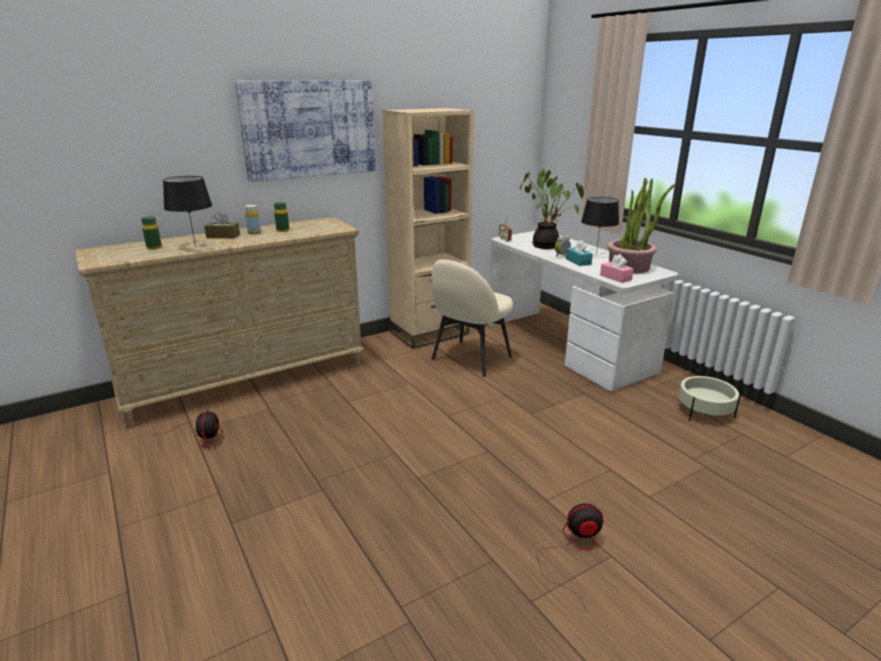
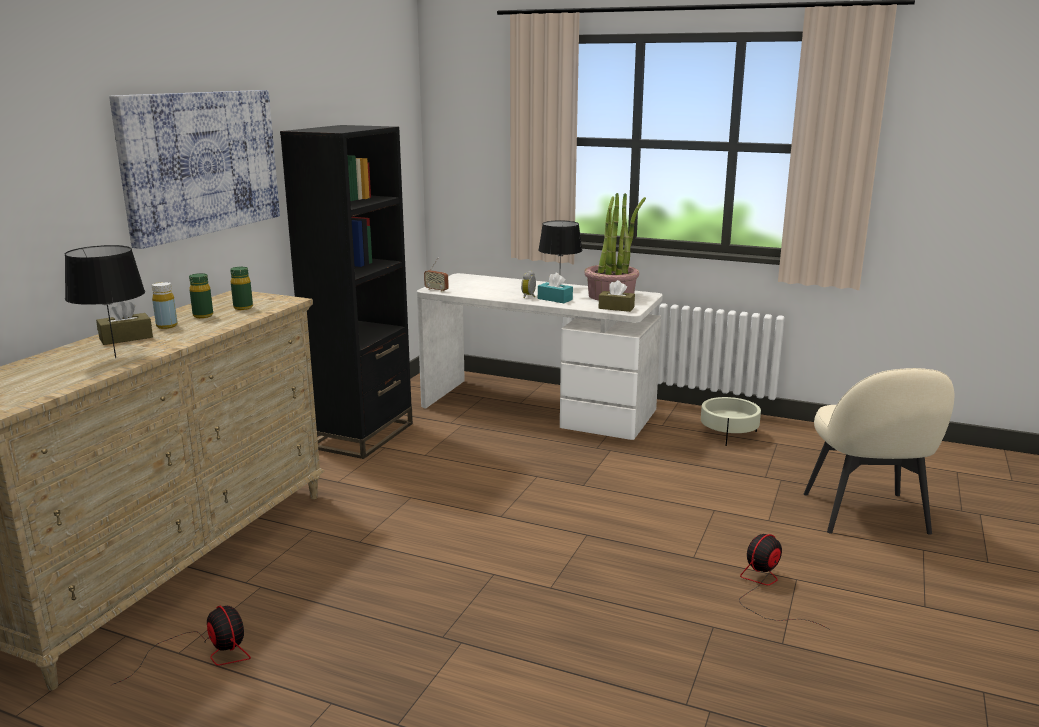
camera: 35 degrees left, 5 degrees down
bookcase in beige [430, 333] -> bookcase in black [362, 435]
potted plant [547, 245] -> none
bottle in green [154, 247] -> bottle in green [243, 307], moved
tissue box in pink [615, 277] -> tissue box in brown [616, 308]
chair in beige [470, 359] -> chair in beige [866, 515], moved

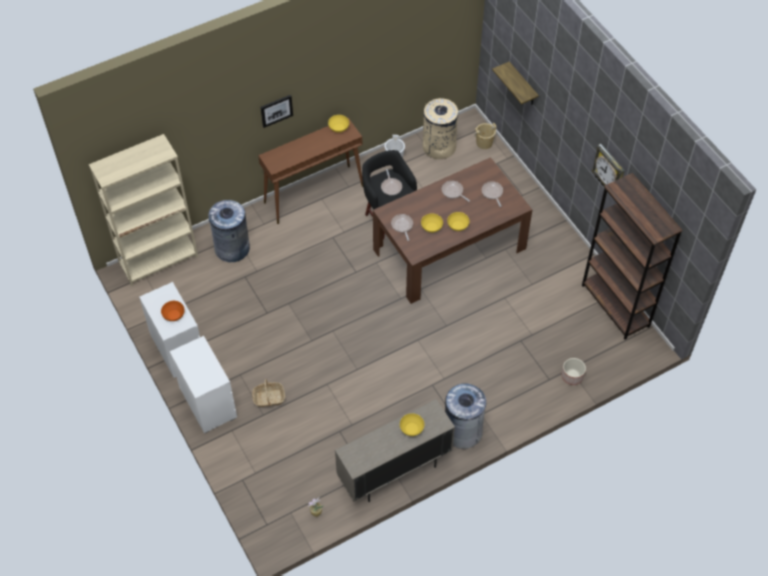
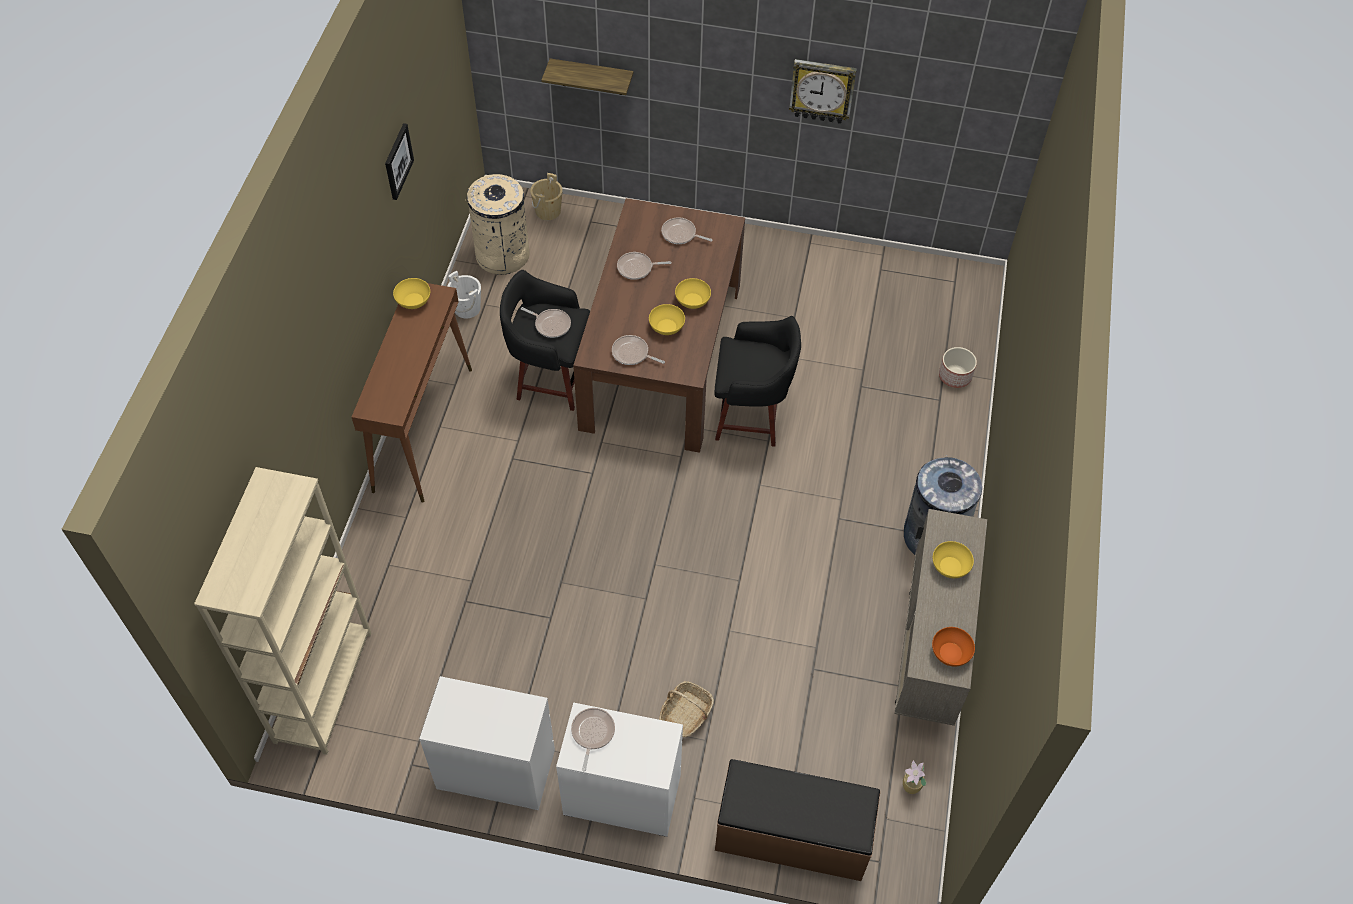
camera: 50 degrees left, 0 degrees up
picture [276, 110] -> picture [397, 161], moved
bookcase in brown [615, 306] -> none
trash can in grey [232, 248] -> none
bowl in orange [173, 315] -> bowl in orange [950, 653], moved
none -> stool in black [751, 418]
none -> frying pan [592, 733]
none -> bench in brown [792, 835]

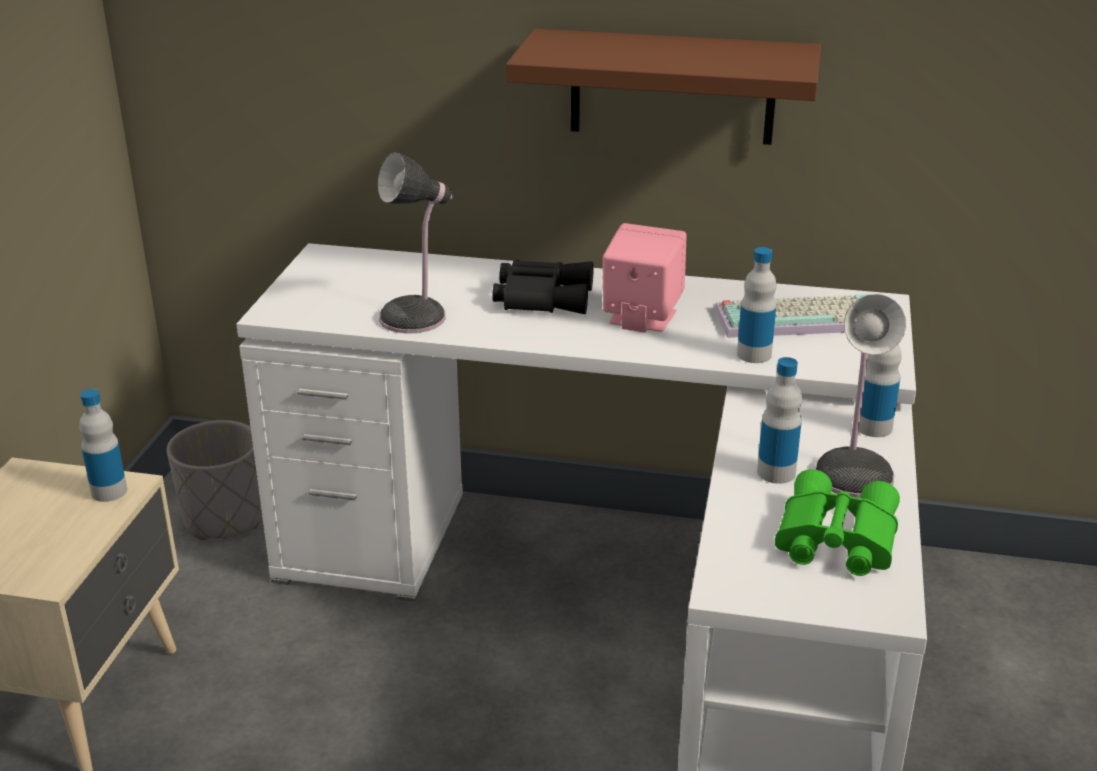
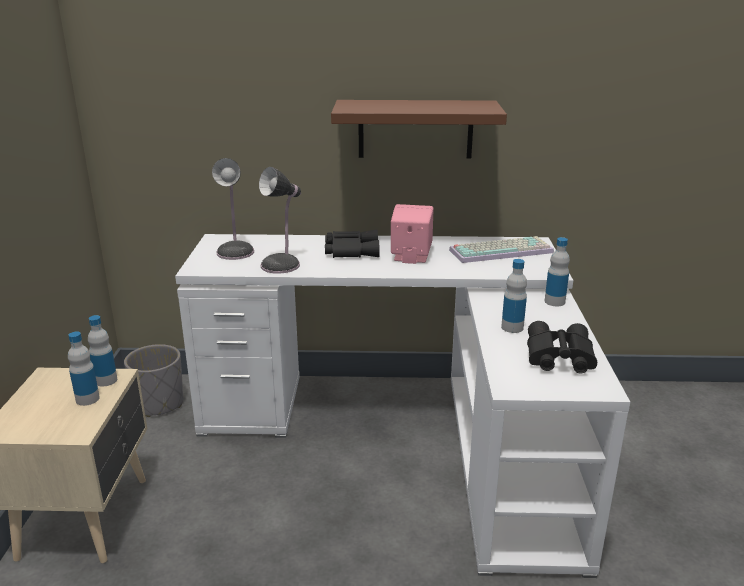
camera: 10 degrees left, 5 degrees down
bottle [754, 354] -> bottle [87, 399], moved
table lamp [854, 472] -> table lamp [236, 251], moved
binoculars in green [833, 539] -> binoculars in black [557, 357]

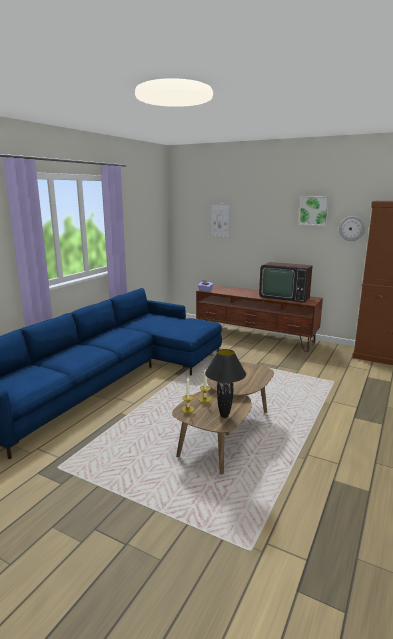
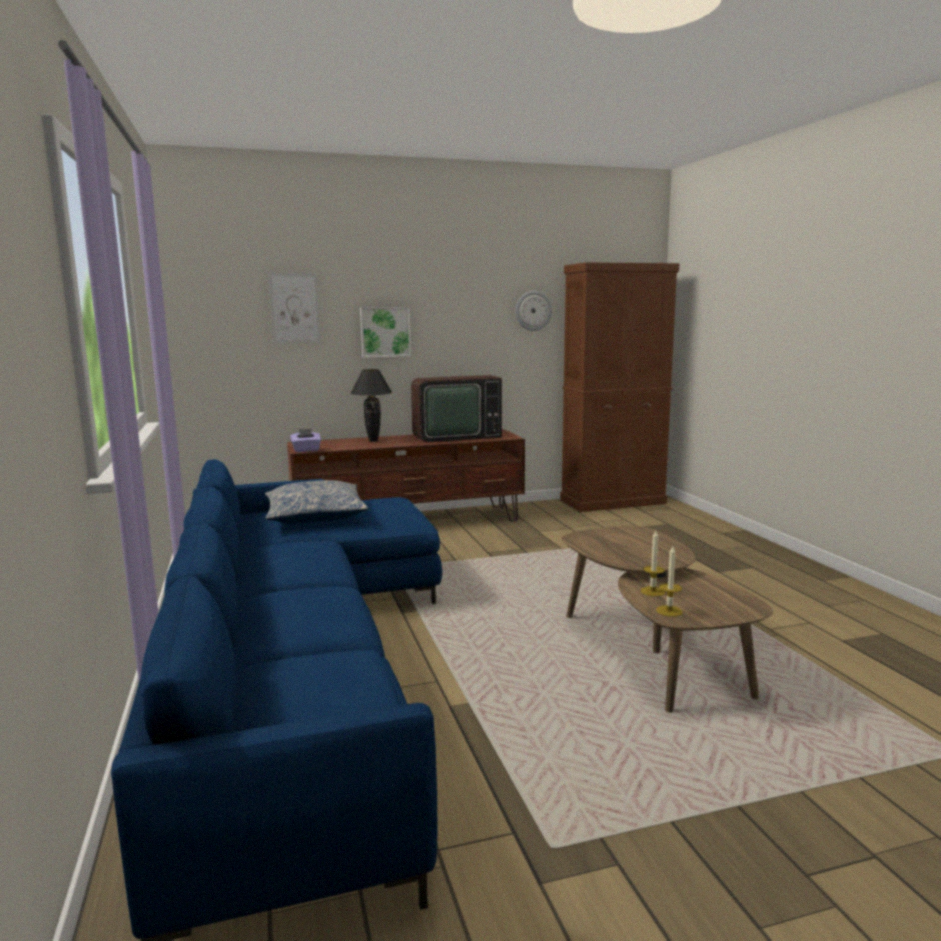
camera: 45 degrees left, 5 degrees down
picture [314, 210] -> picture [385, 332], moved
table lamp in black [224, 416] -> table lamp in black [373, 440], moved
none -> pillow [315, 515]

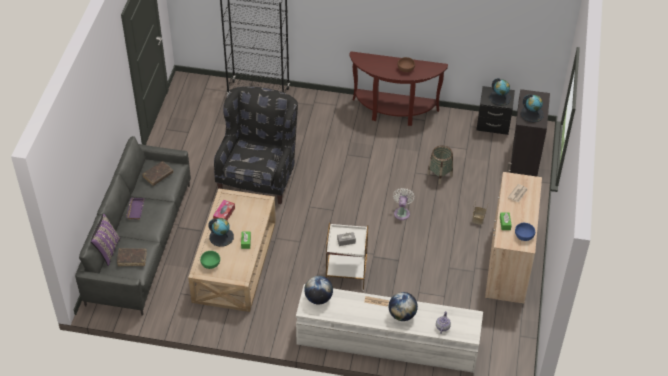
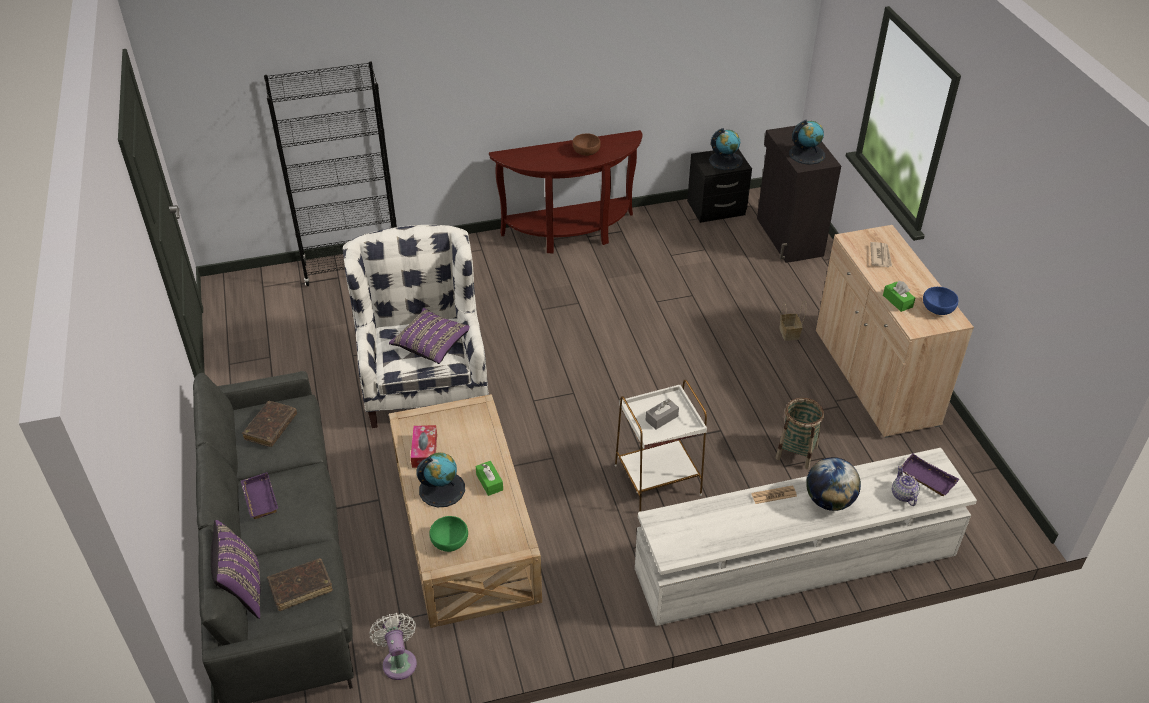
camera: 25 degrees left, 5 degrees down
armchair in black [259, 174] -> armchair in white [424, 380]
basket [440, 175] -> basket [796, 452], moved
fan in white [402, 212] -> fan in white [399, 661], moved
globe [318, 298] -> none
none -> pillow in purple [432, 344]
none -> tray in purple [925, 479]

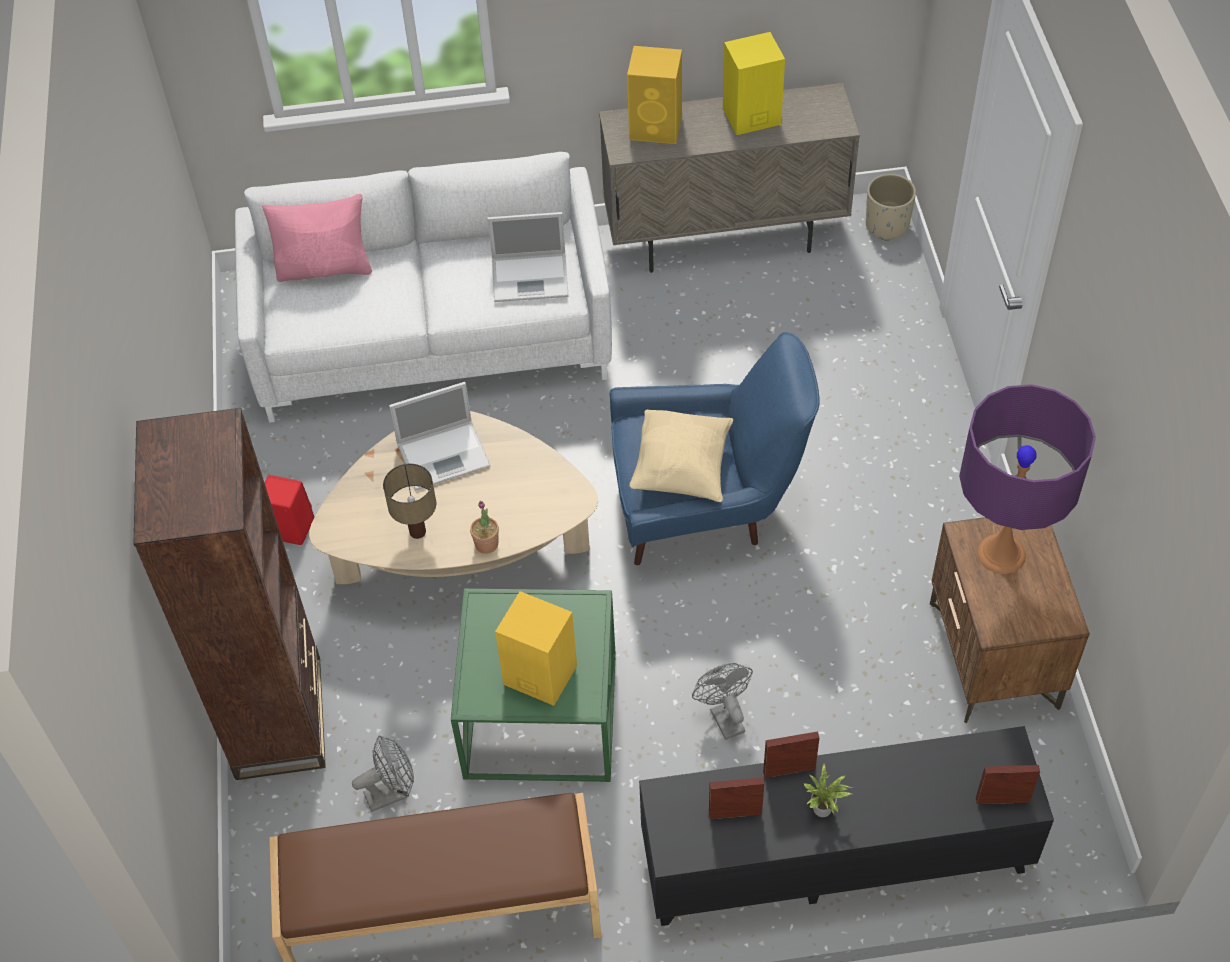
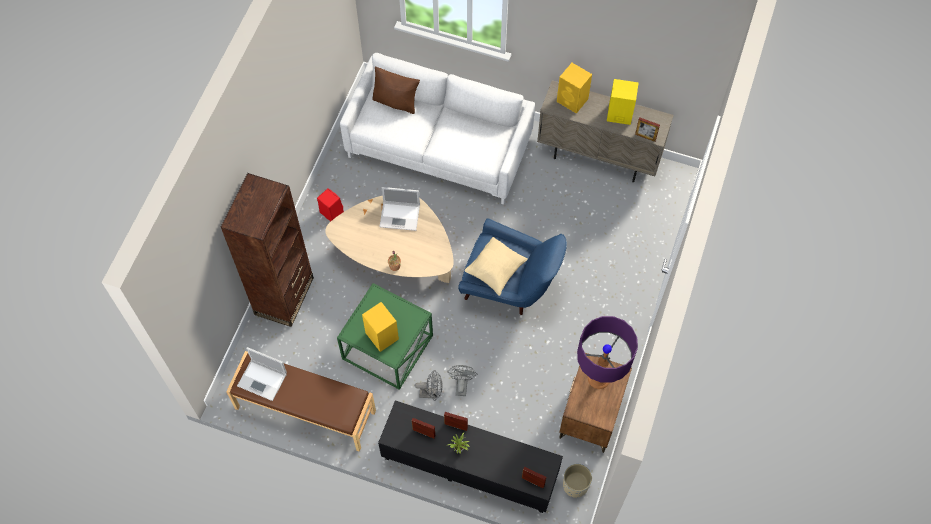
camera: 25 degrees right, 10 degrees up
planter in beige [887, 226] -> planter in beige [575, 485], moved
pillow in pink [325, 268] -> pillow in brown [396, 102]
laptop [531, 277] -> laptop [263, 380], moved
table lamp [417, 532] -> none
fan in grey [392, 792] -> fan in grey [431, 393], moved
none -> picture frame [645, 137]

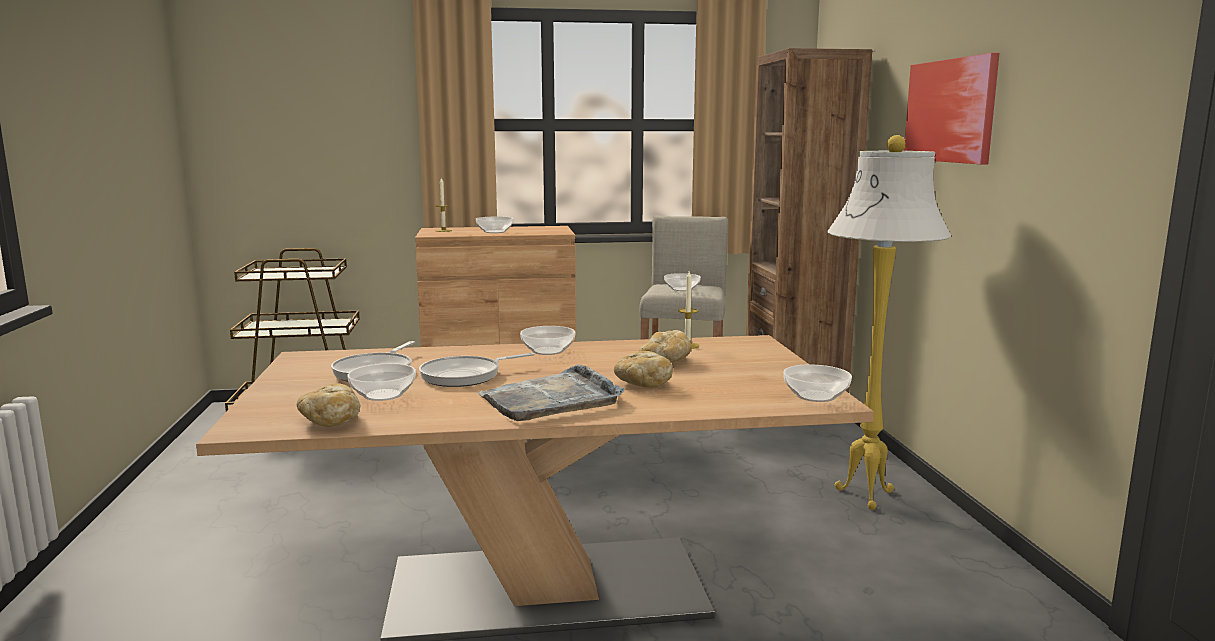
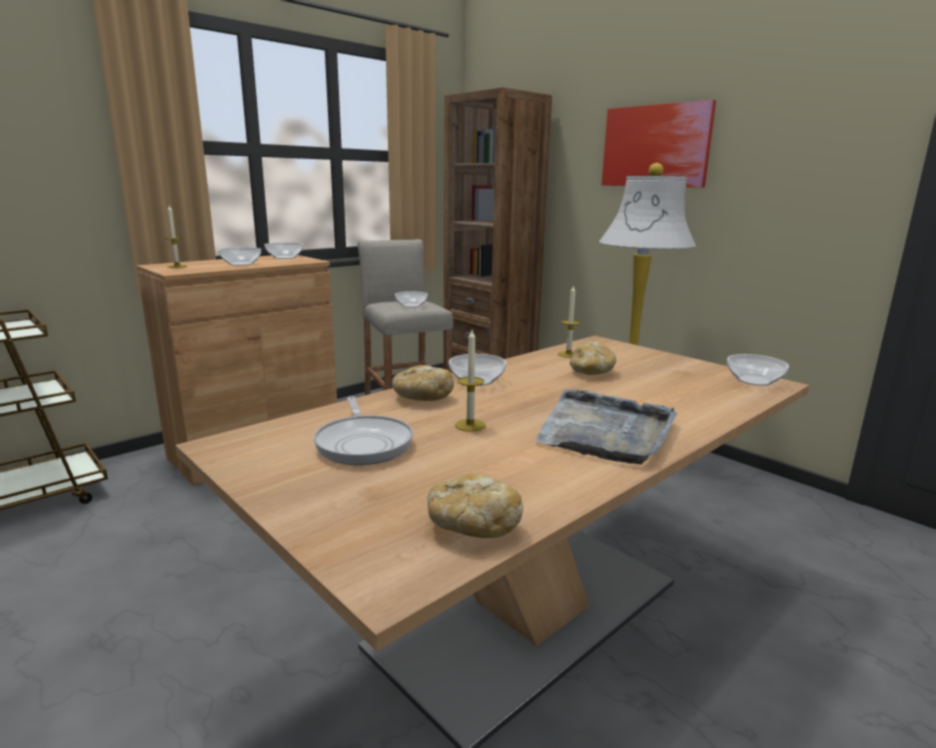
camera: 35 degrees left, 5 degrees up
bread [642, 384] -> bread [421, 398], moved
frying pan [465, 376] -> candle [470, 425]
bowl [384, 395] -> bowl [285, 257], moved

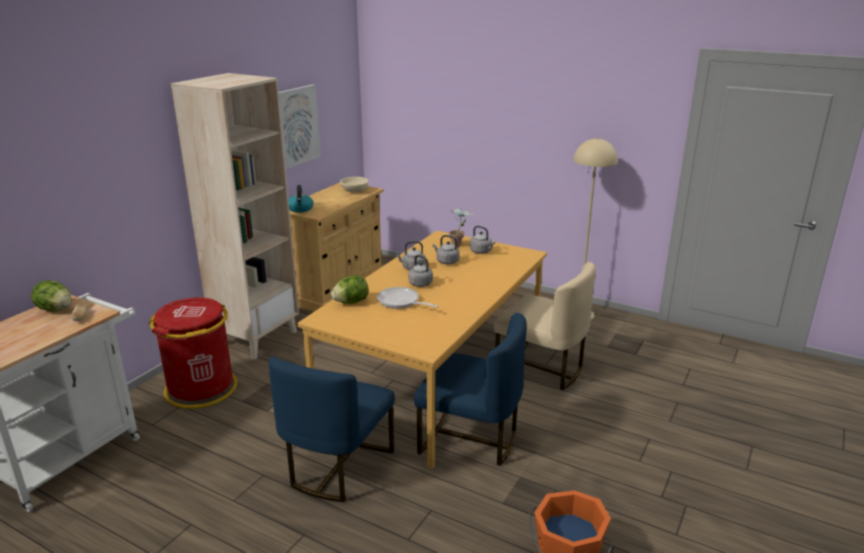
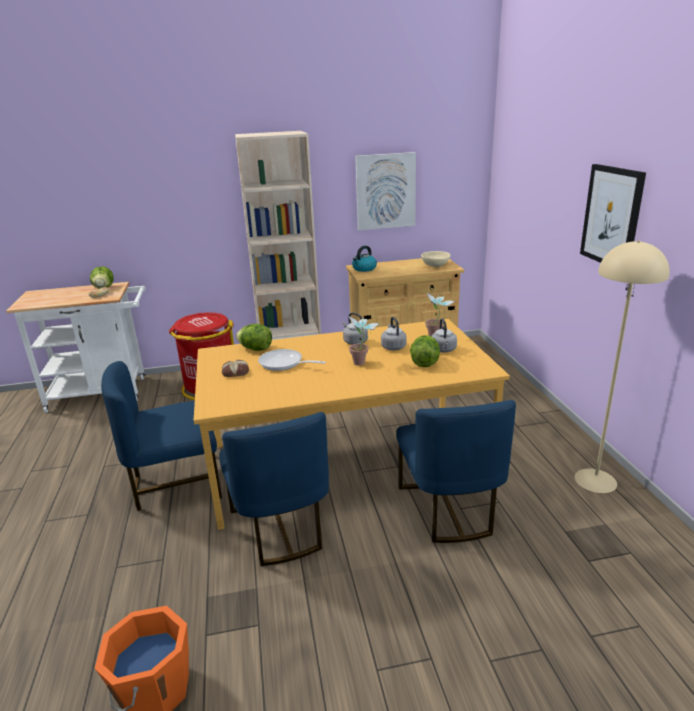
camera: 50 degrees right, 0 degrees up
kettle in grey [419, 283] -> none
chair in beige [541, 369] -> chair in blue [449, 509]
frying pan [401, 302] -> frying pan [284, 364], 60 degrees counterclockwise
none -> picture [612, 216]
none -> potted plant [363, 363]
none -> lettuce [424, 363]
none -> bread [235, 372]

